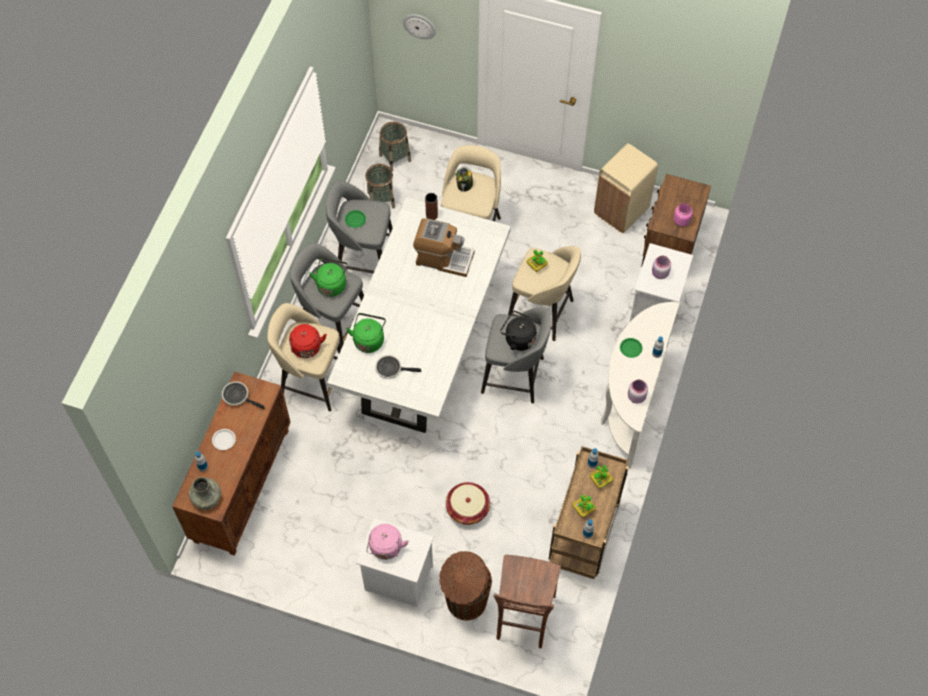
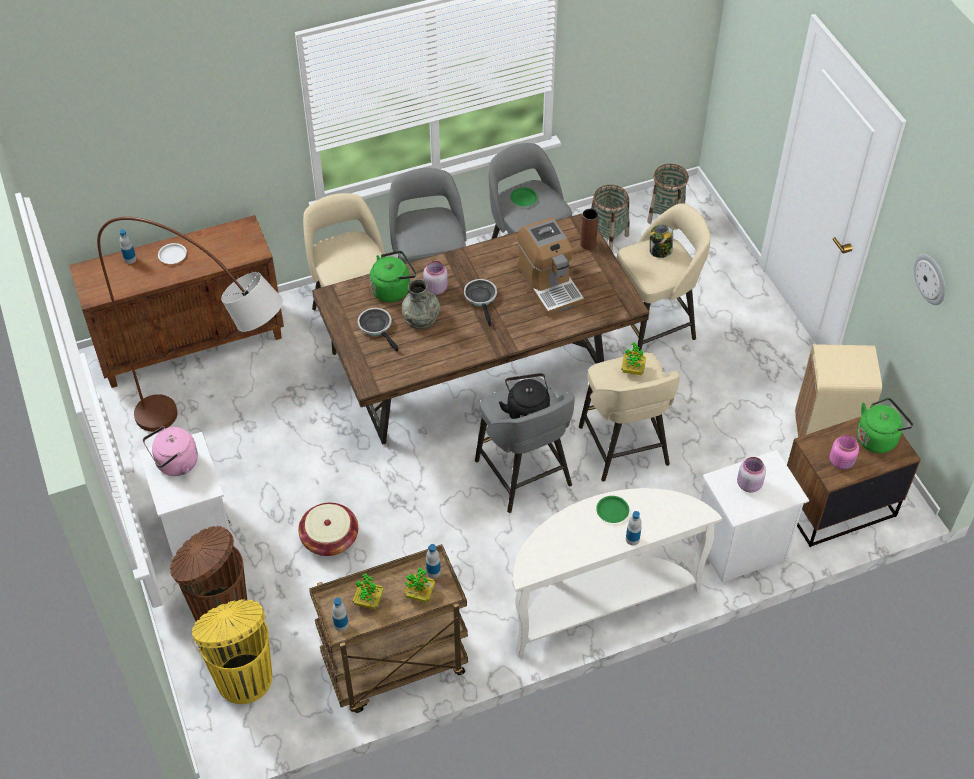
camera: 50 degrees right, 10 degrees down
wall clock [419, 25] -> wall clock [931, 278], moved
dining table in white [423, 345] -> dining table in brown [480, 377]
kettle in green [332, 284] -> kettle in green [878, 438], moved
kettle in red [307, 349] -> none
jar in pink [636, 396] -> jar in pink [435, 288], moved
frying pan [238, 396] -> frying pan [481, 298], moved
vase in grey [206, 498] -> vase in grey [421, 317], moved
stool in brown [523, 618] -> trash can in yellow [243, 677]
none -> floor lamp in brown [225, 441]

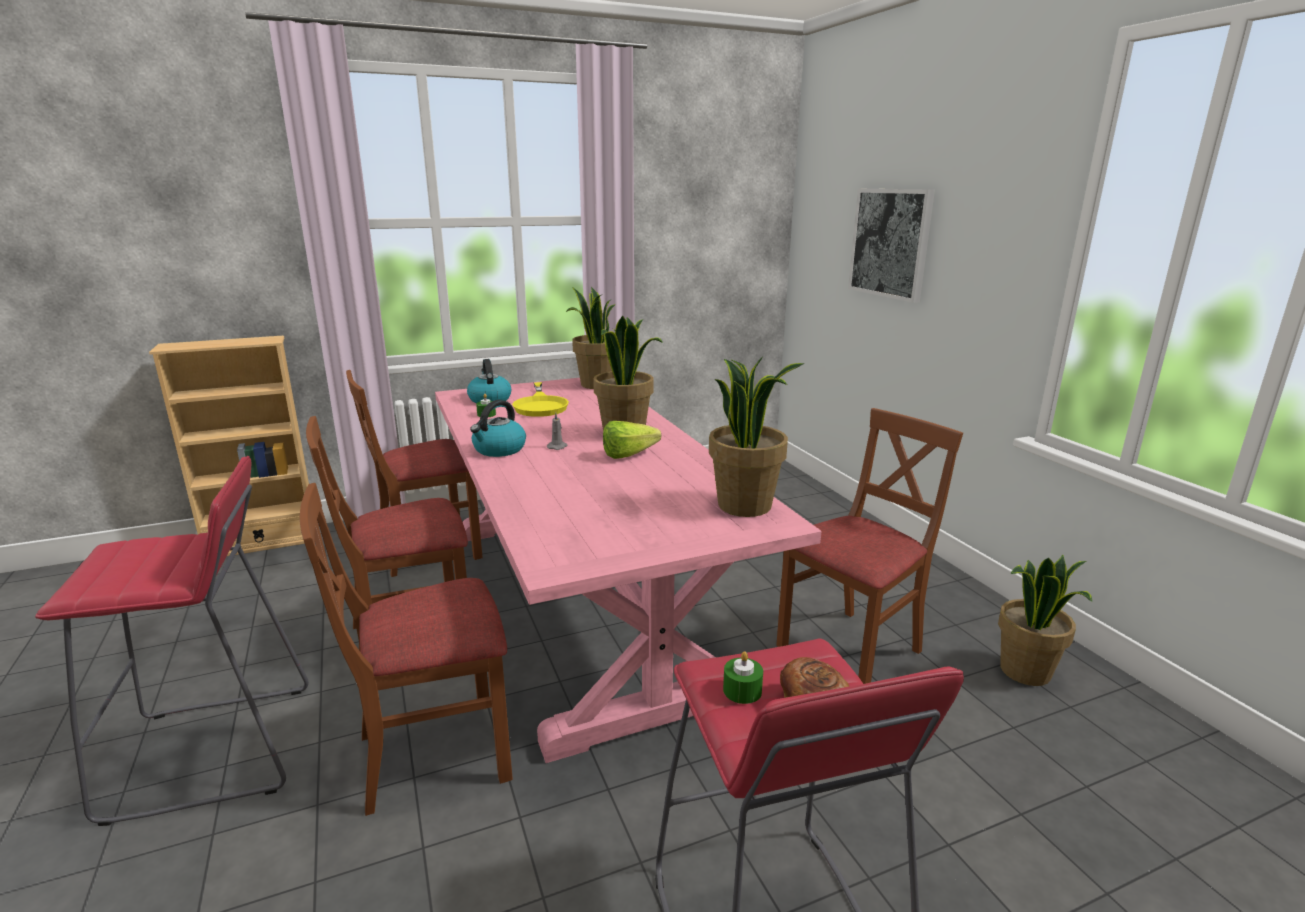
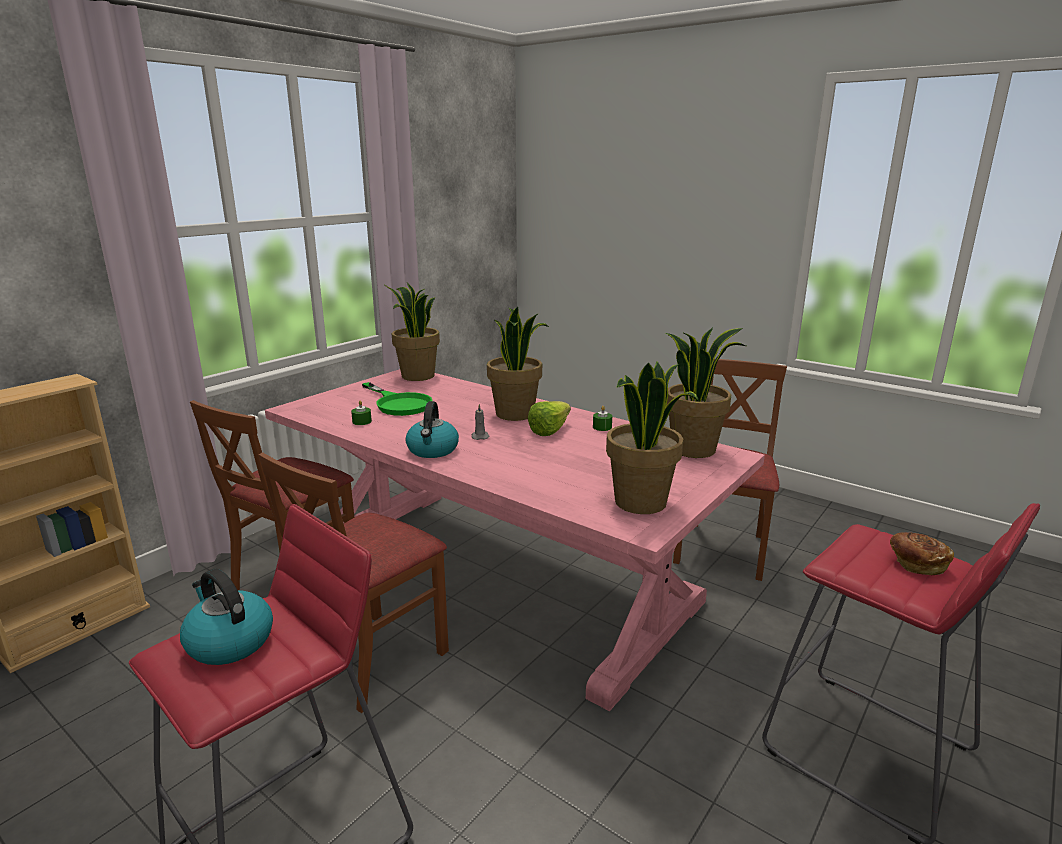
camera: 30 degrees left, 0 degrees up
picture [890, 243] -> none
kettle [489, 399] -> kettle [229, 641], moved
frying pan in yellow [540, 405] -> frying pan in green [399, 404]
chair in brown [434, 752] -> none
potted plant [1026, 672] -> potted plant [641, 502], moved
candle in green [742, 690] -> candle in green [602, 427], moved

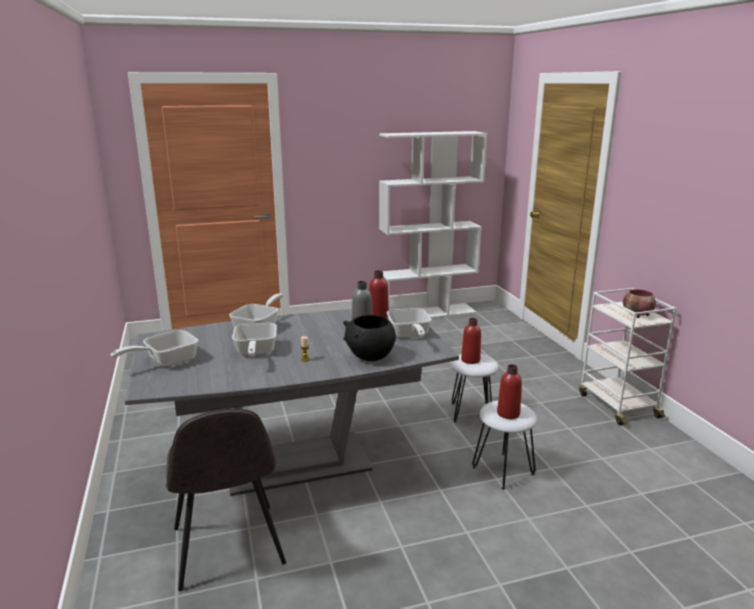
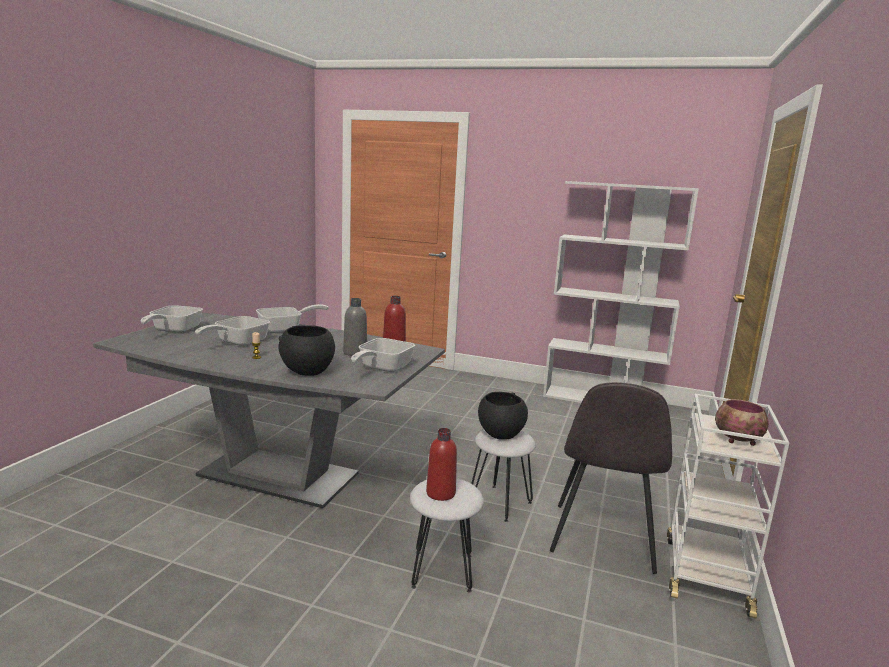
camera: 35 degrees right, 5 degrees down
bottle in red [470, 360] -> bowl in black [500, 434]
frying pan [165, 361] -> frying pan [173, 330], 75 degrees counterclockwise
chair in grey [228, 548] -> chair in grey [602, 539], moved

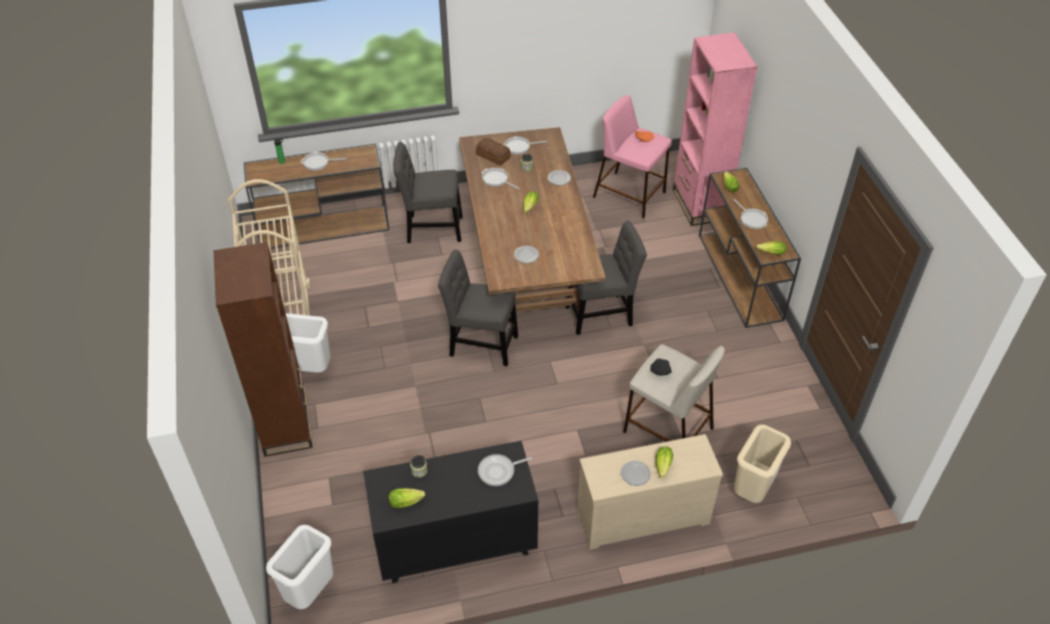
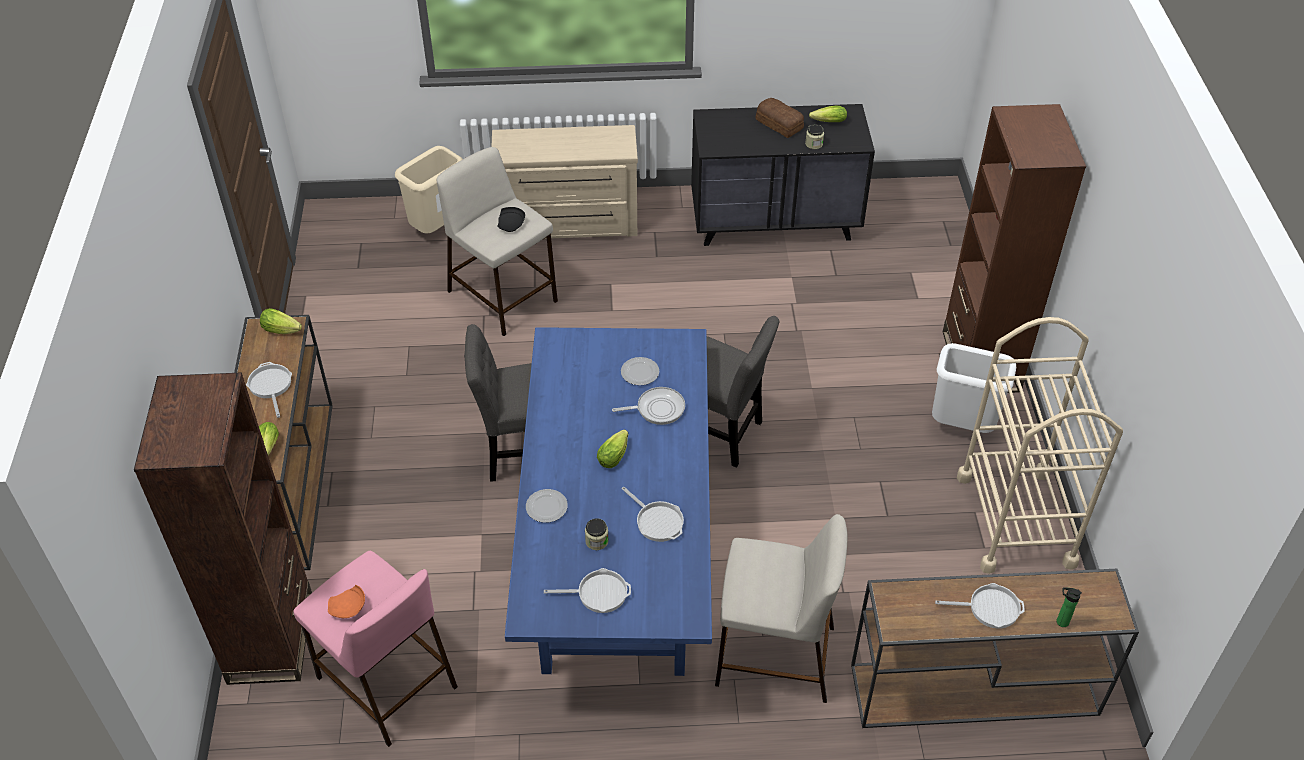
camera: 170 degrees left, 0 degrees up
bookcase in pink [699, 205] -> bookcase in brown [271, 637]
dining table in brown [527, 265] -> dining table in blue [617, 554]
bread [493, 156] -> bread [779, 123], moved
chair in grey [431, 229] -> stool in beige [773, 656]
lettuce [662, 467] -> none
frying pan [498, 471] -> frying pan [657, 409], moved
plate [635, 474] -> none
trash can in white [311, 593] -> none

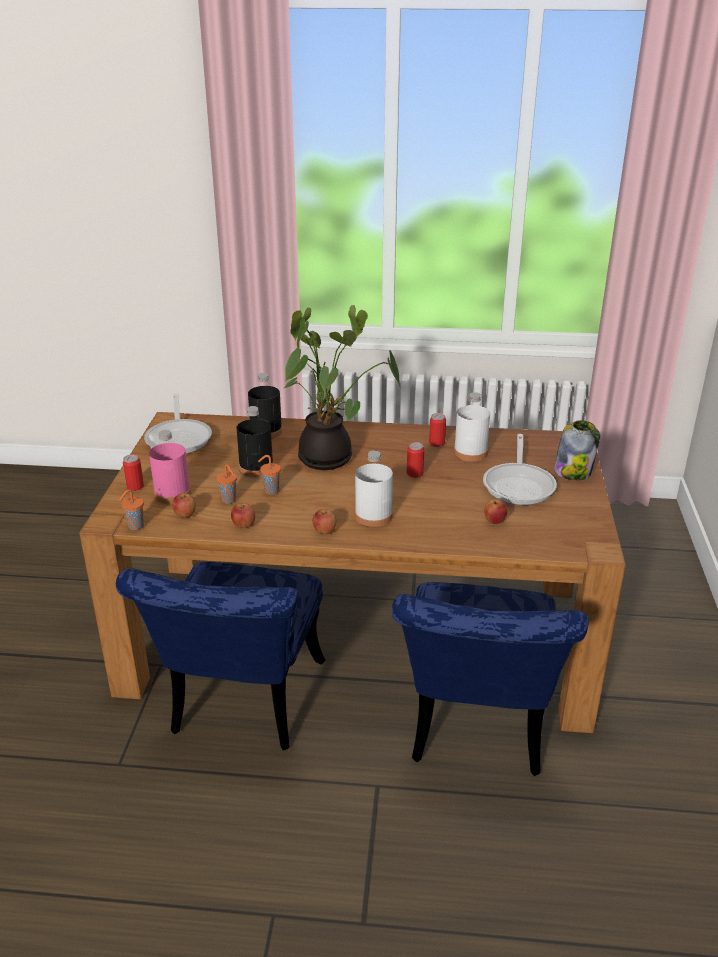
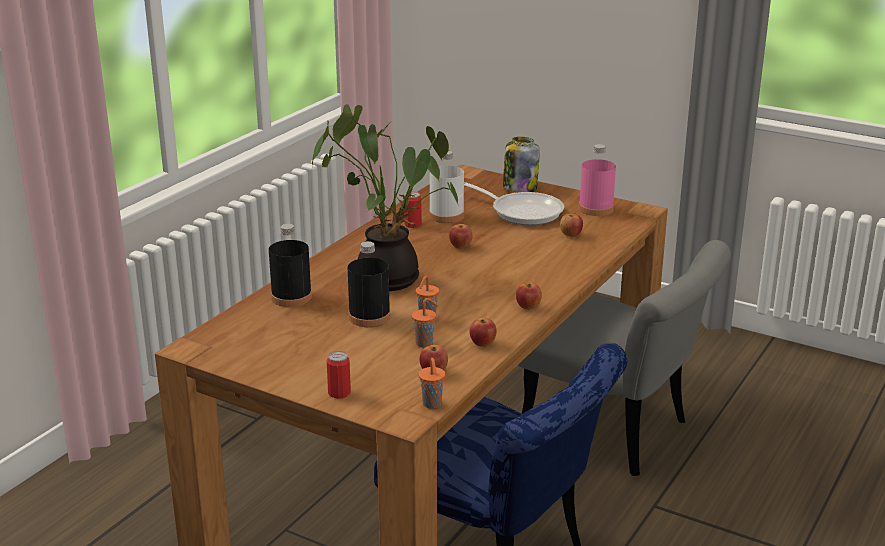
camera: 65 degrees left, 5 degrees down
frying pan [179, 438] -> none
bottle in pink [172, 494] -> bottle in pink [596, 209], moved
can [414, 473] -> apple [460, 246]
bottle in white [373, 516] -> none
chair in blue [475, 730] -> chair in grey [616, 434]

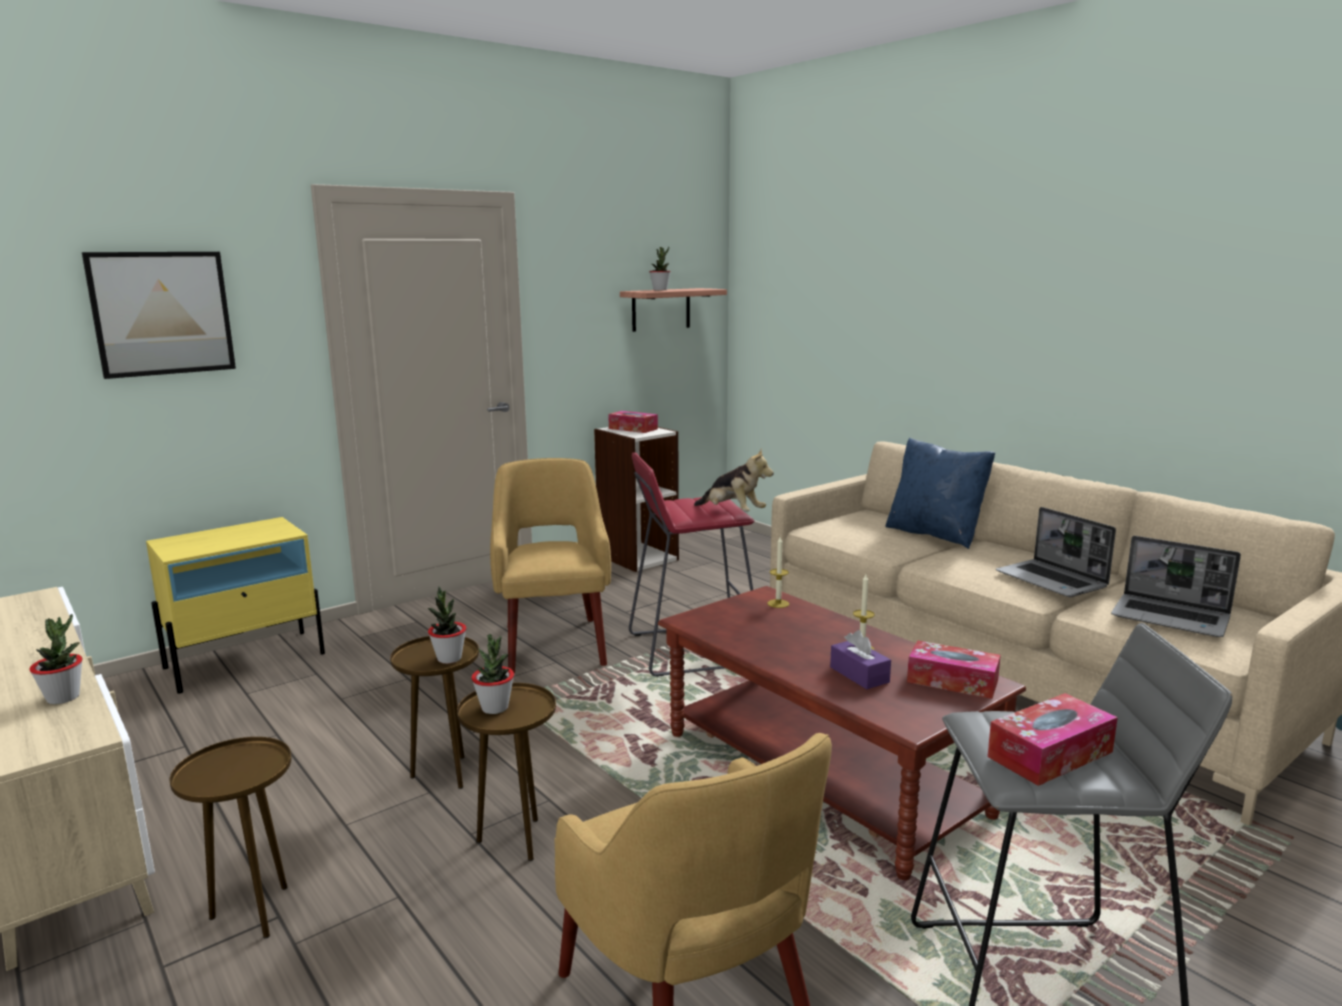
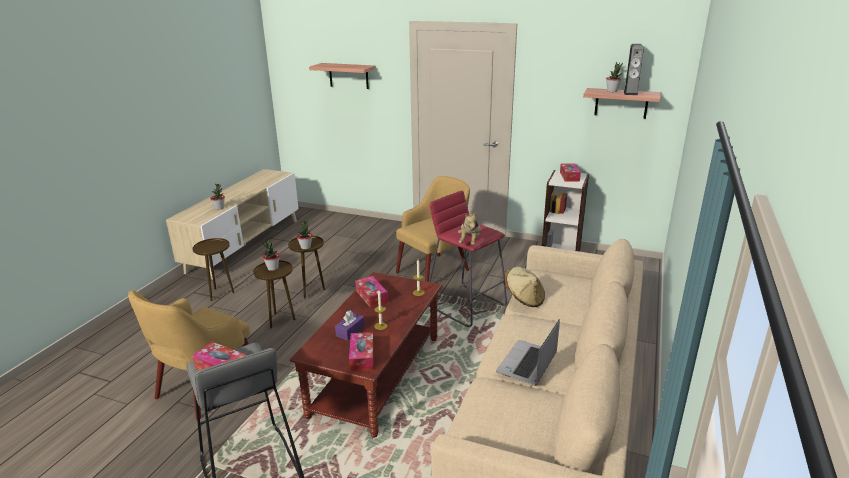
camera: 60 degrees right, 10 degrees up
picture [162, 313] -> shelf [348, 76]
pillow in blue [935, 534] -> none
nightstand in yellow [246, 660] -> none
laptop [1171, 618] -> none
none -> speaker [630, 93]
none -> hat in beige [524, 299]
none -> tissue box [371, 296]

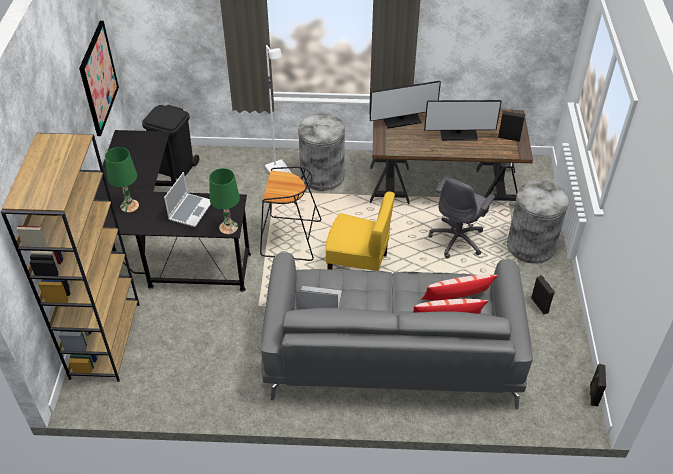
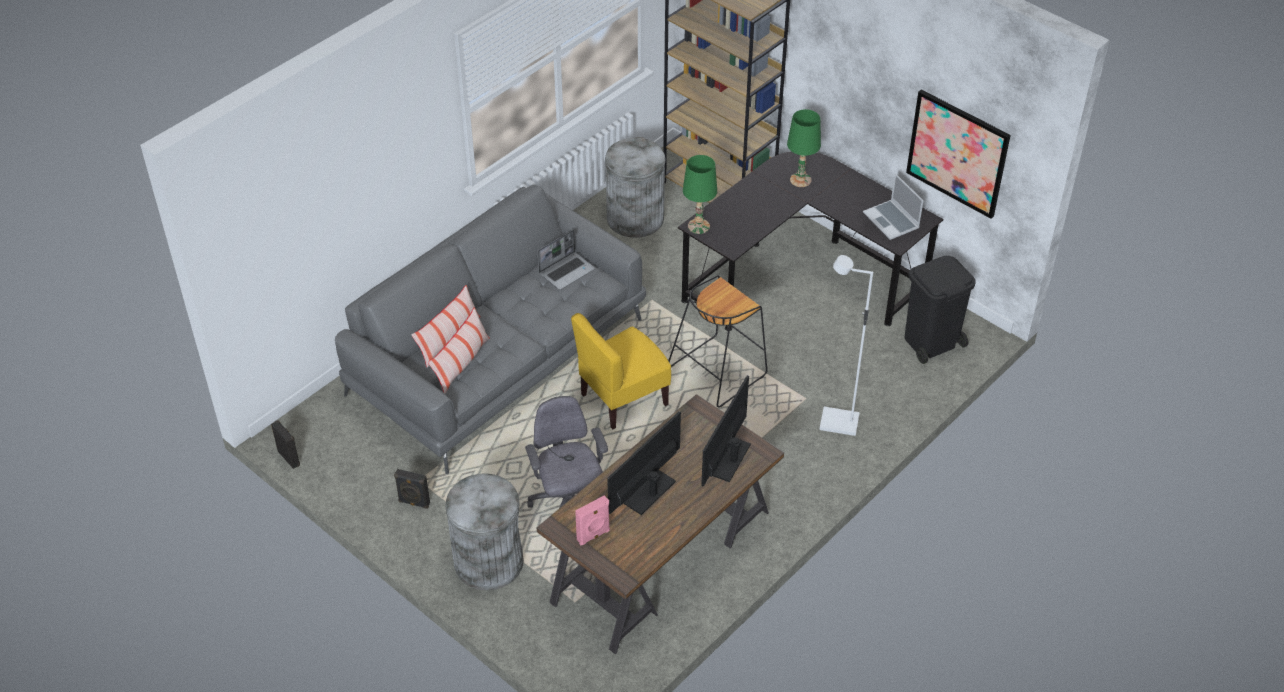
camera: 130 degrees right, 0 degrees up
speaker in black [509, 137] -> speaker in pink [594, 536]
trash can in grey [322, 176] -> trash can in grey [635, 218], moved
laptop [190, 210] -> laptop [892, 221], moved

